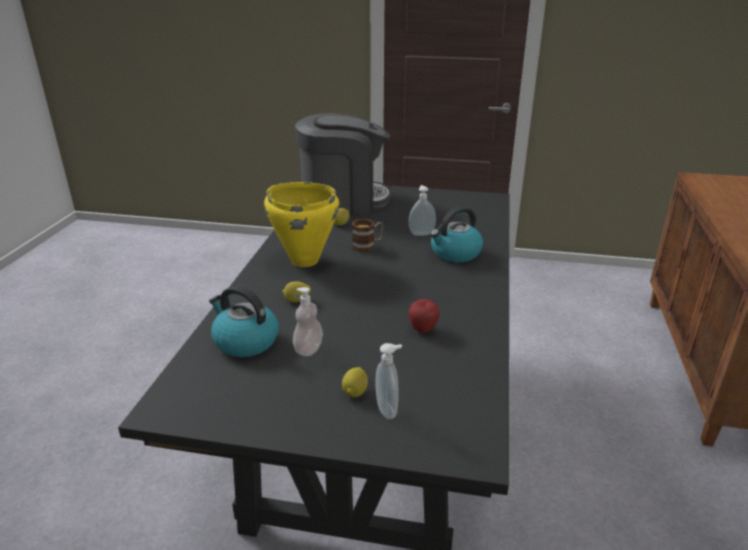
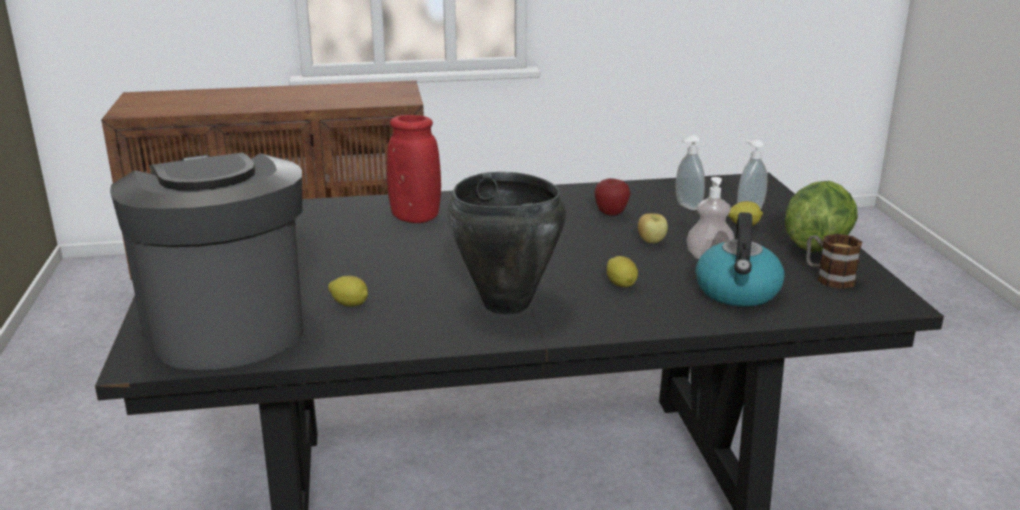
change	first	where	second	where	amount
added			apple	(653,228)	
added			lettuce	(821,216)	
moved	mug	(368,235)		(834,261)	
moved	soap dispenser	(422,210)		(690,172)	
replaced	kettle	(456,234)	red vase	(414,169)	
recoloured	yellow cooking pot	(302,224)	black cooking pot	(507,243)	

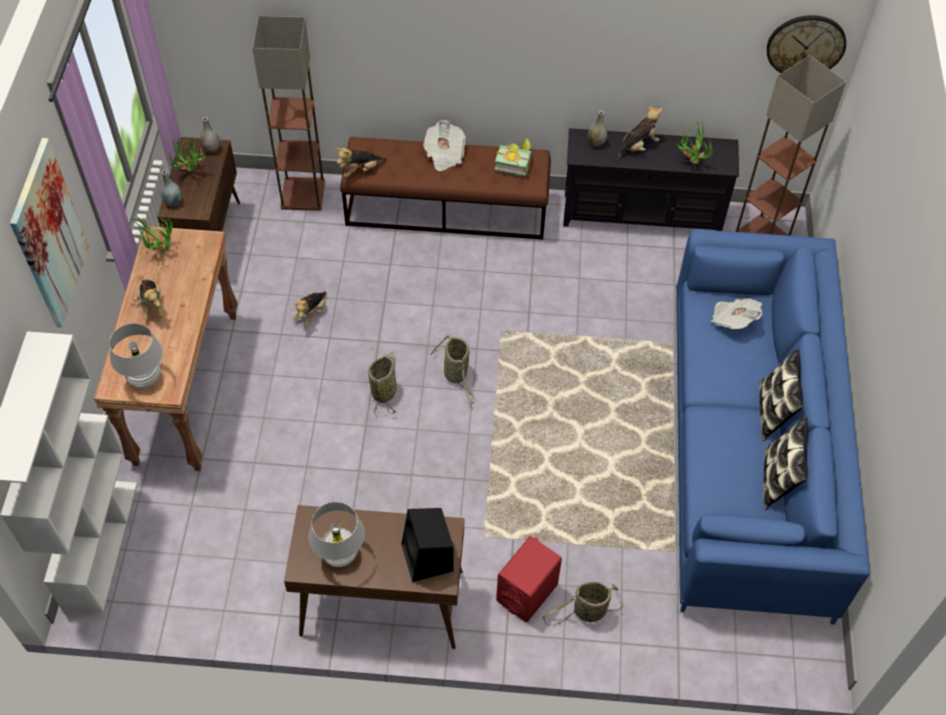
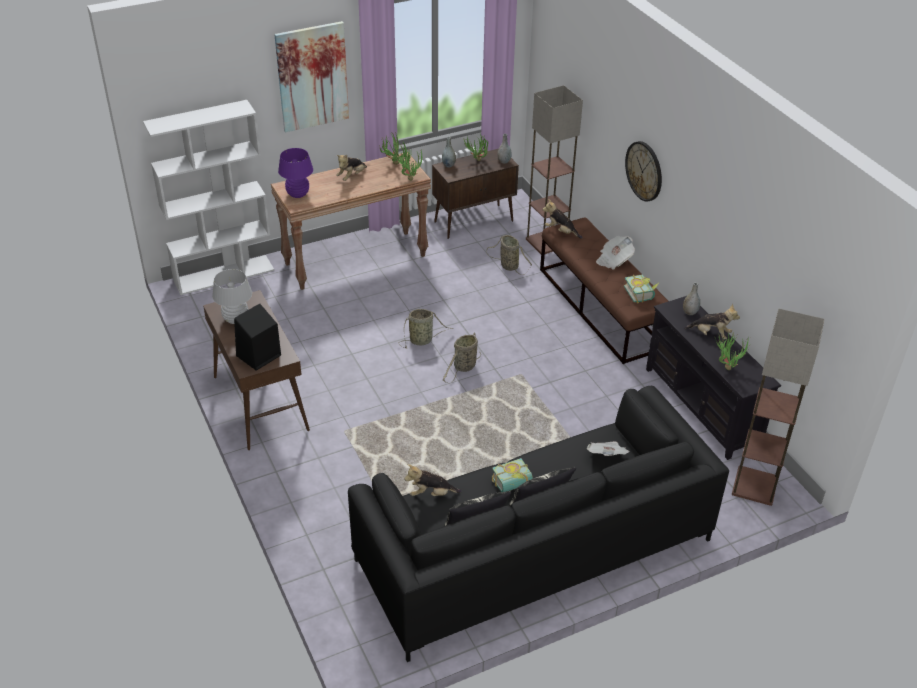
change	first	where	second	where	amount
removed	red speaker	(529,579)			
added			potted plant	(409,164)	
added			book	(512,475)	
moved	plush toy	(310,309)		(433,480)	
moved	basket	(582,603)		(509,255)	
moved	wall clock	(806,44)		(643,171)	
recoloured	white table lamp	(136,355)	purple table lamp	(295,173)	
recoloured	blue sofa	(773,426)	black sofa	(538,524)	

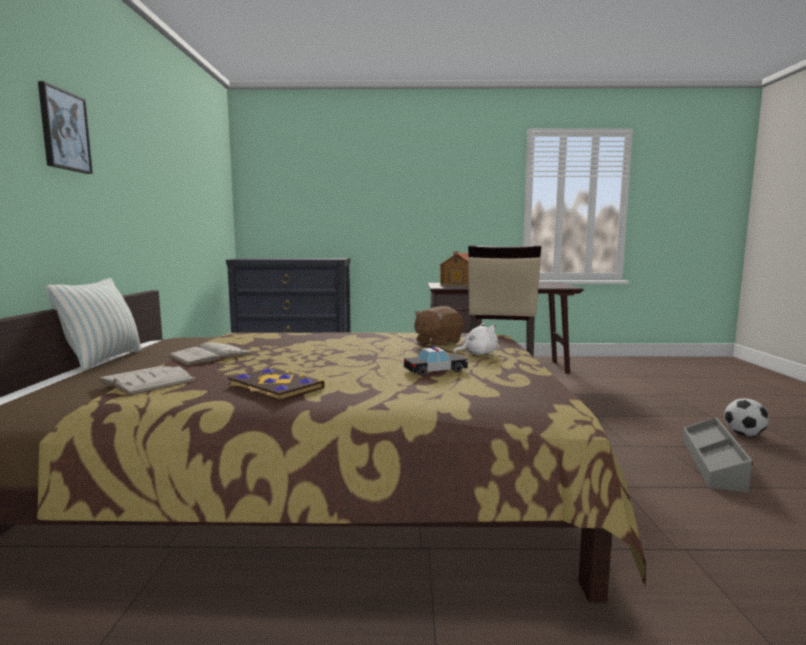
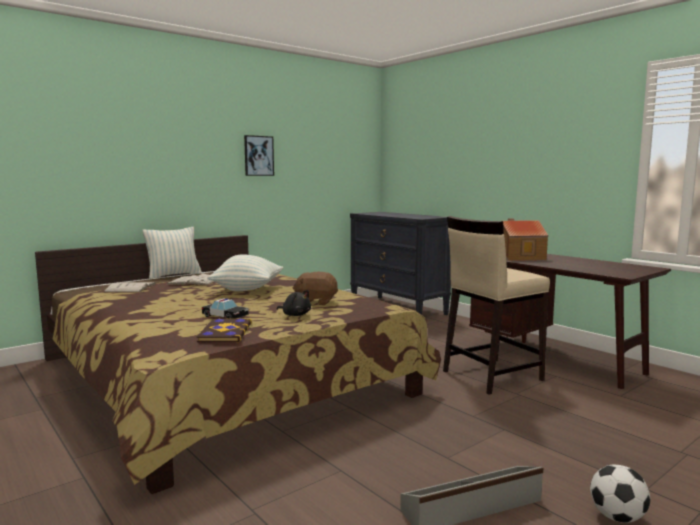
change	first	where	second	where	amount
added			pillow	(245,272)	
moved	picture	(65,127)		(259,155)	
moved	book	(276,384)		(224,330)	
recoloured	white plush toy	(475,339)	black plush toy	(294,303)	

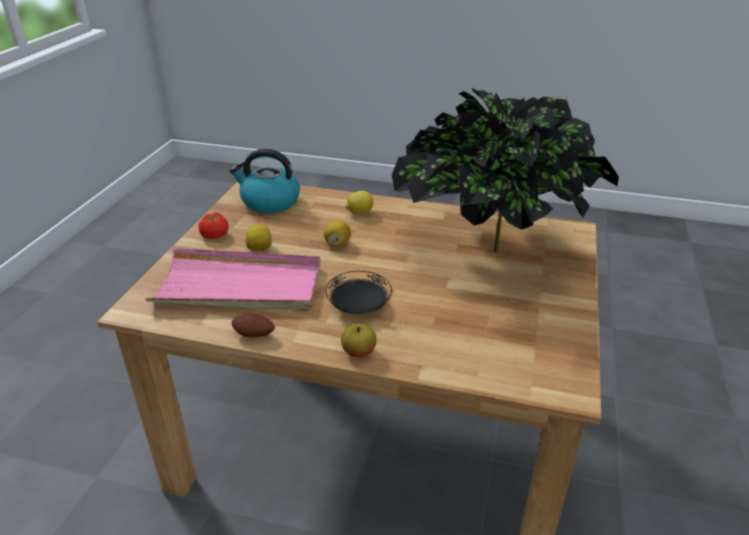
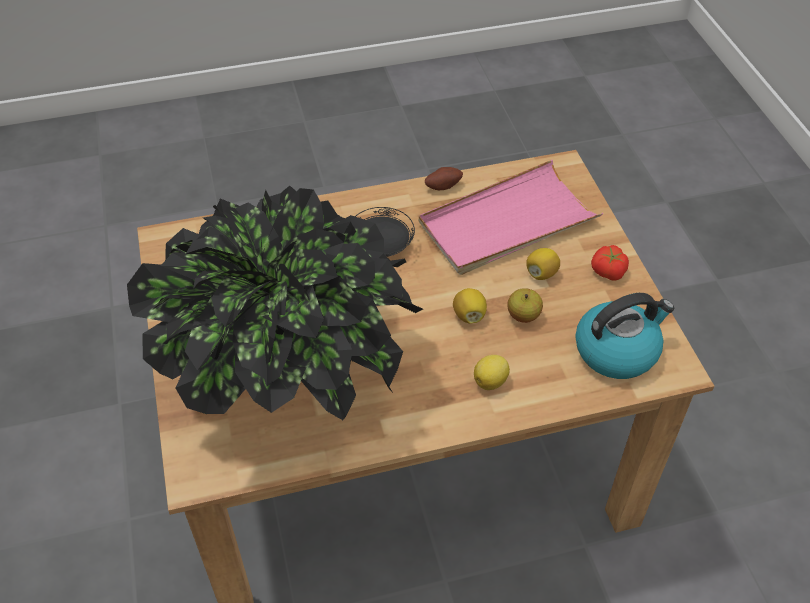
change	first	where	second	where	amount
moved	apple	(359,340)		(525,305)	

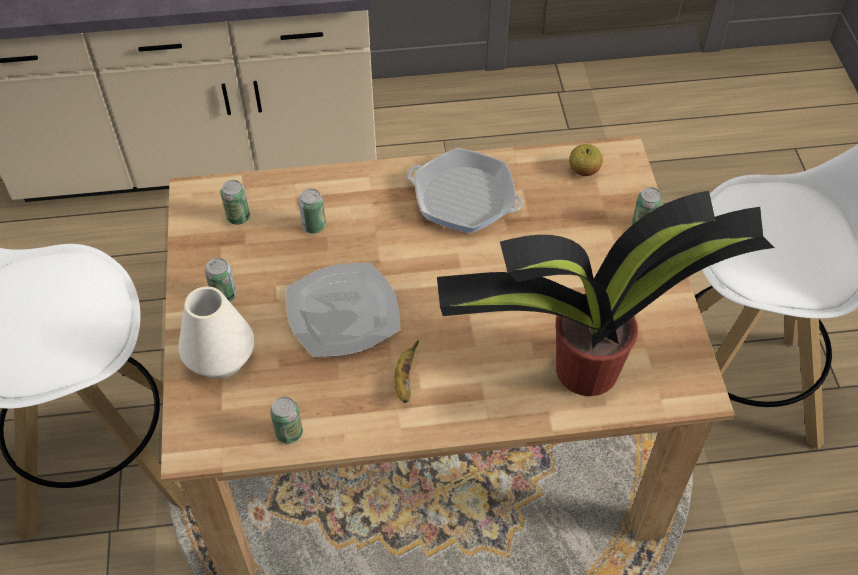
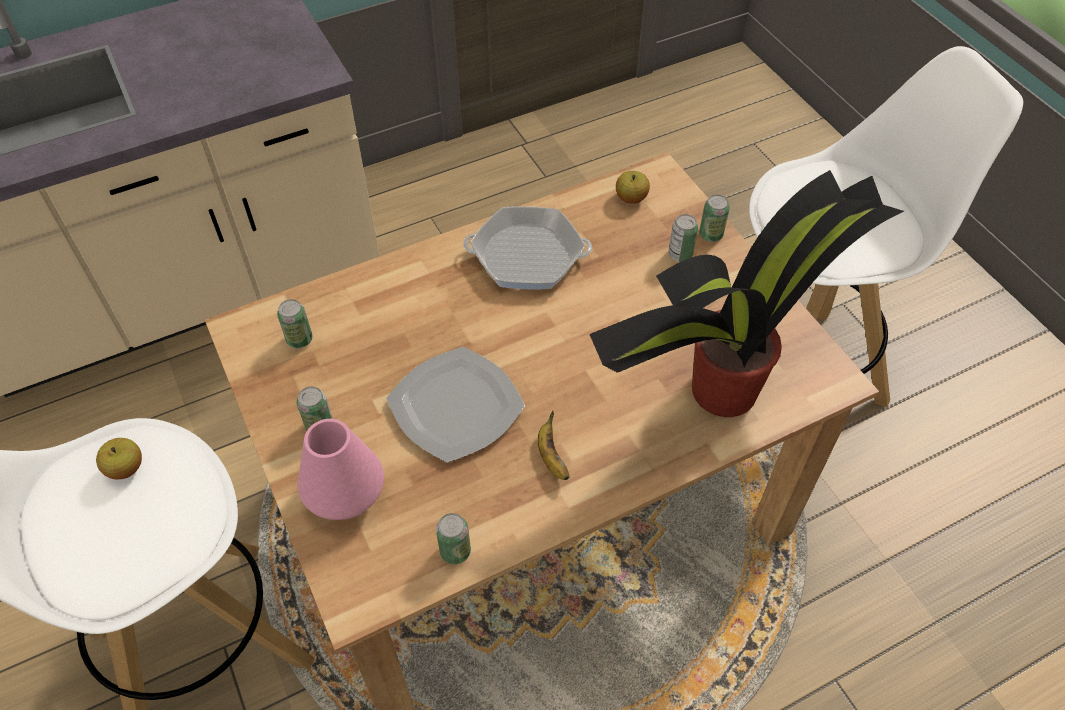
change	first	where	second	where	amount
added			apple	(119,458)	
moved	can	(312,211)		(683,238)	
recoloured	white vase	(216,332)	pink vase	(340,469)	

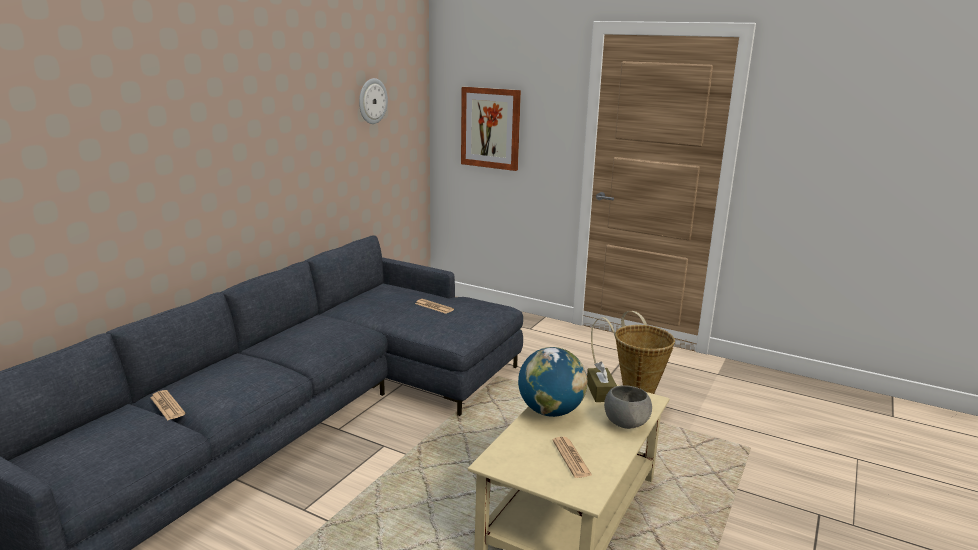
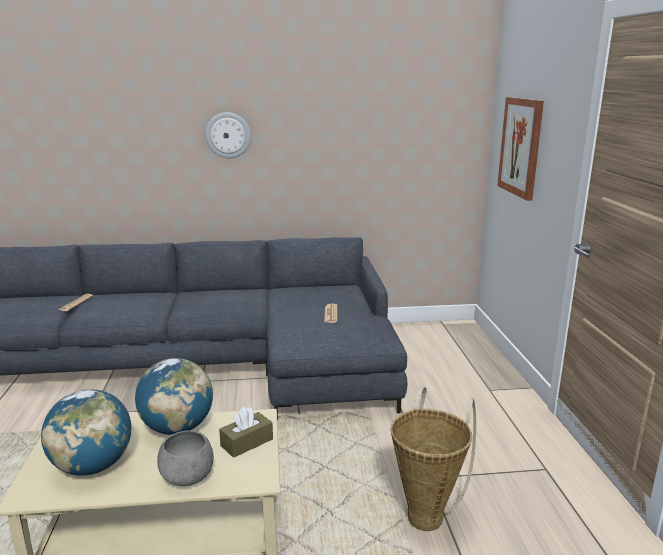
change	first	where	second	where	amount
moved	wall clock	(373,101)		(228,135)	
replaced	newspaper	(572,457)	globe	(86,432)	

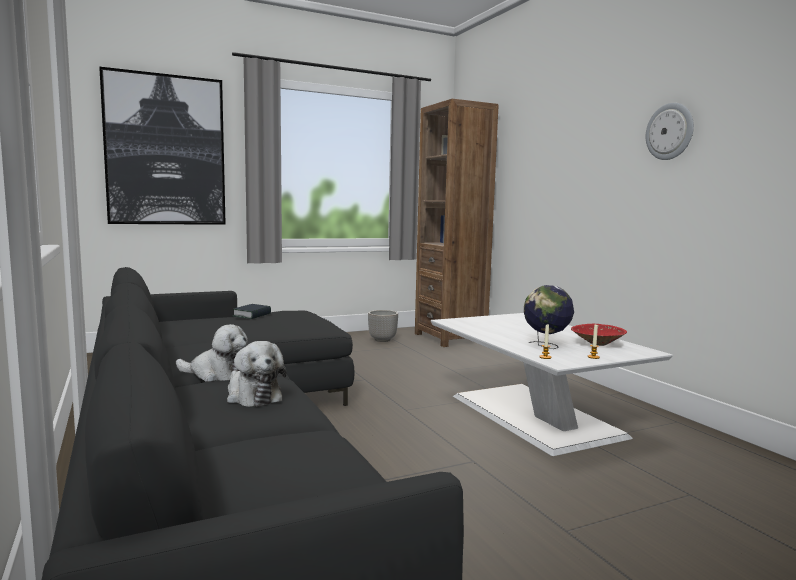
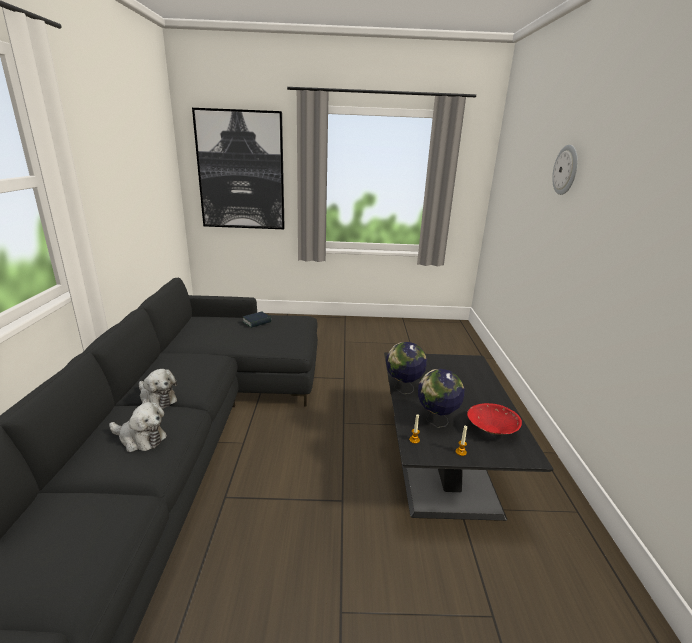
change	first	where	second	where	amount
removed	planter	(383,326)			
removed	brown bookcase	(457,223)			
added			globe	(406,368)	
moved	wall clock	(670,131)		(565,170)	
recoloured	white coffee table	(552,384)	black coffee table	(469,436)	
turned	plush toy	(256,374)		(138,427)	60 degrees counterclockwise

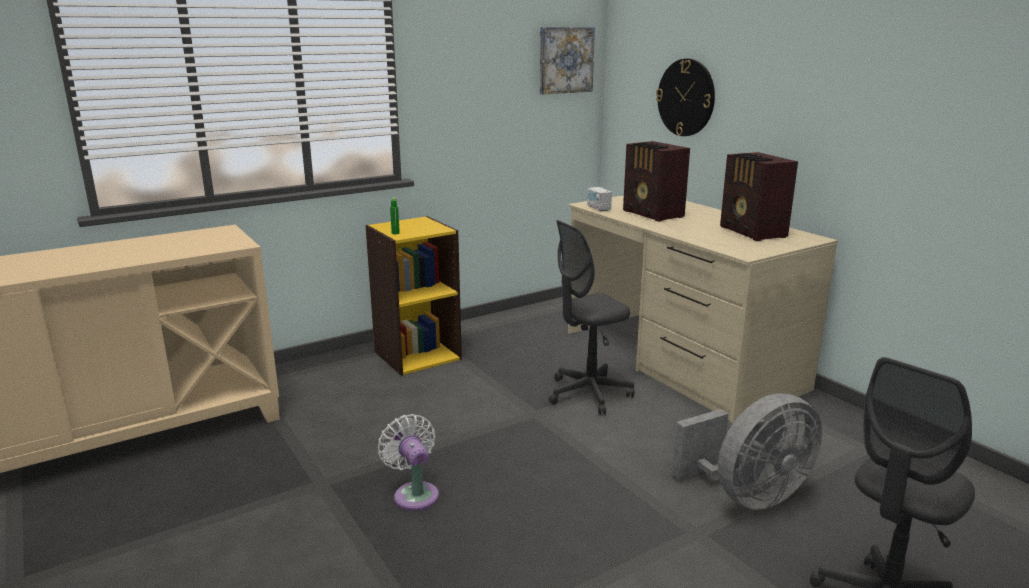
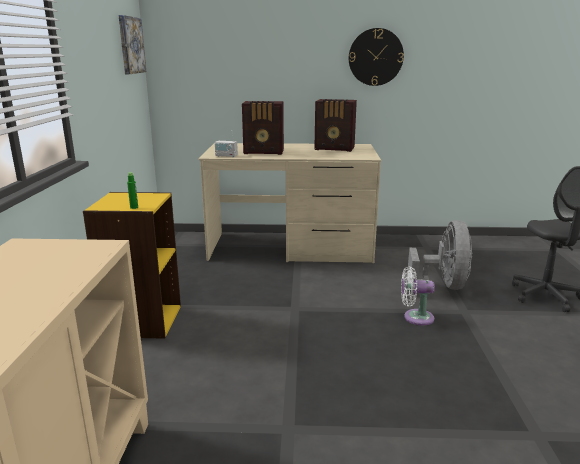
change	first	where	second	where	amount
removed	grey office chair	(592,317)			
moved	white fan	(408,462)		(418,296)	
moved	wall clock	(685,97)		(376,57)	

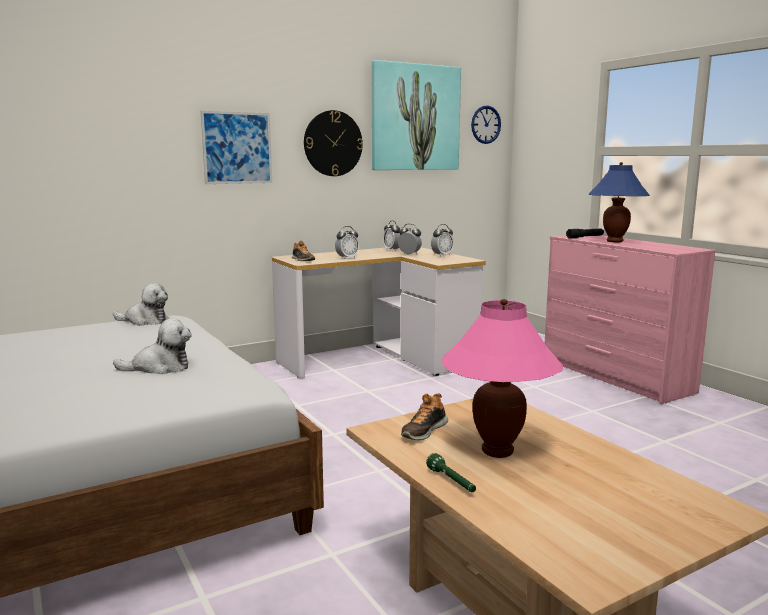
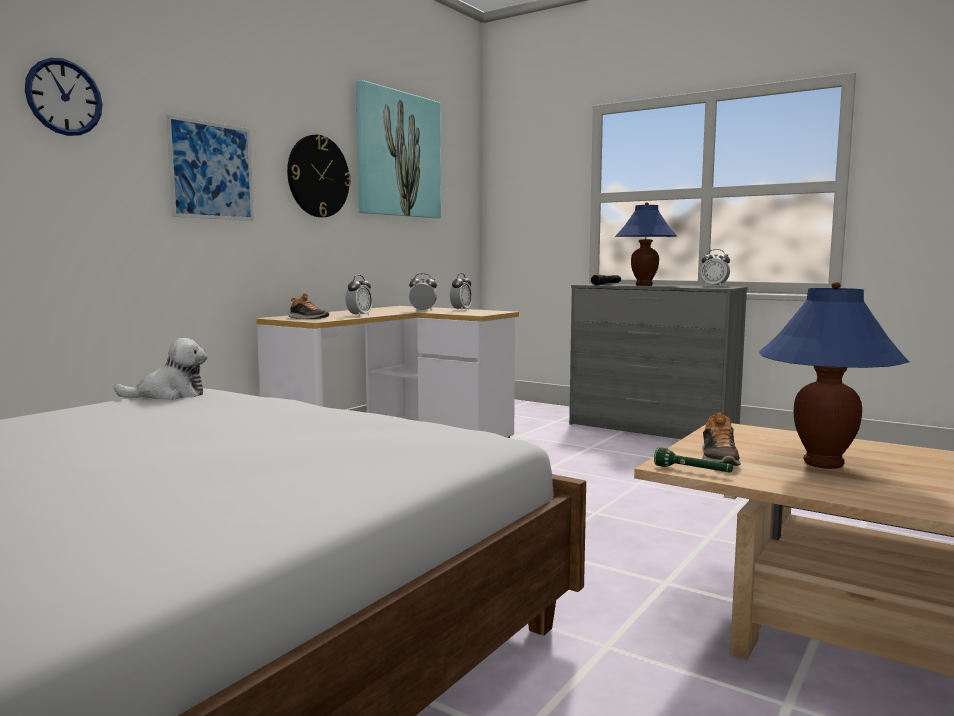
change	first	where	second	where	amount
removed	plush toy	(152,346)			
moved	alarm clock	(391,236)		(715,268)	
moved	green flashlight	(451,472)		(693,459)	
moved	wall clock	(486,124)		(63,97)	
recoloured	pink table lamp	(502,378)	blue table lamp	(834,375)	
recoloured	pink dresser	(630,319)	grey dresser	(658,361)	

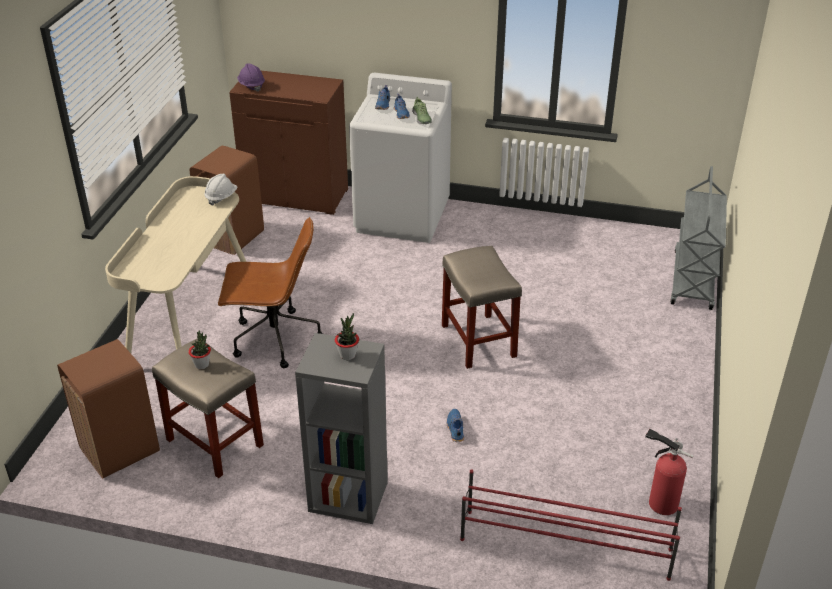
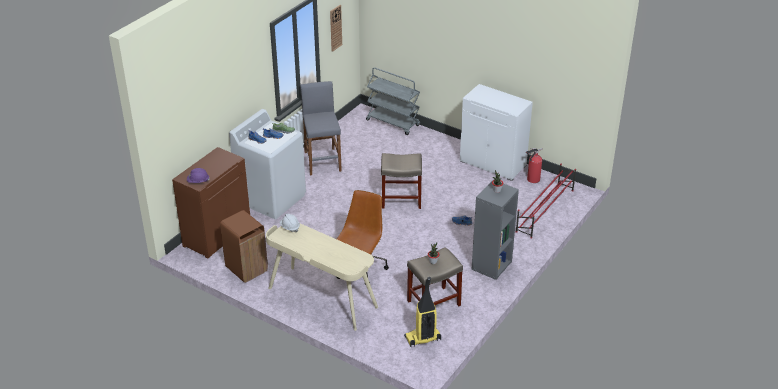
change	first	where	second	where	amount
added			grey stool	(321,128)	
added			wall clock	(336,28)	
added			white cabinet	(496,132)	
replaced	brown trash can	(108,408)	vacuum cleaner	(422,312)	

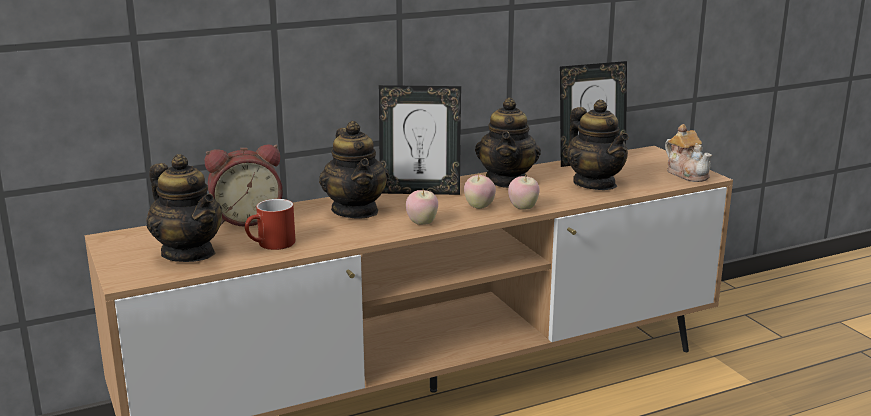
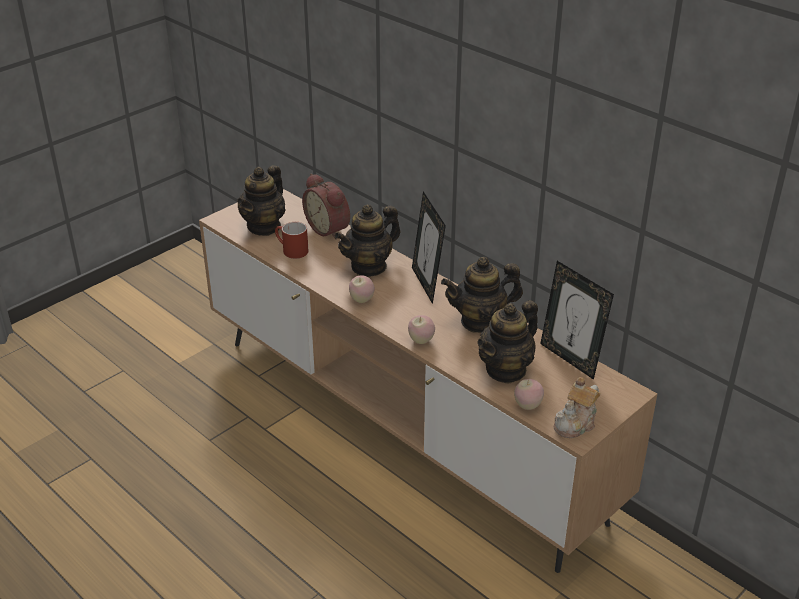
change	first	where	second	where	amount
moved	apple	(480,191)		(529,394)	

